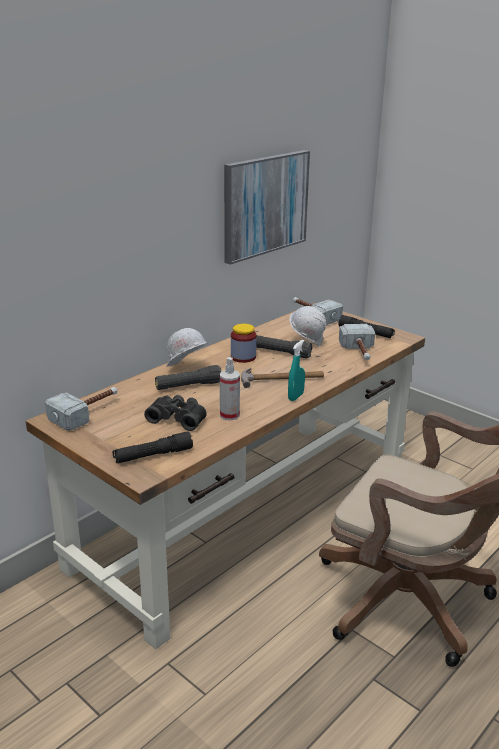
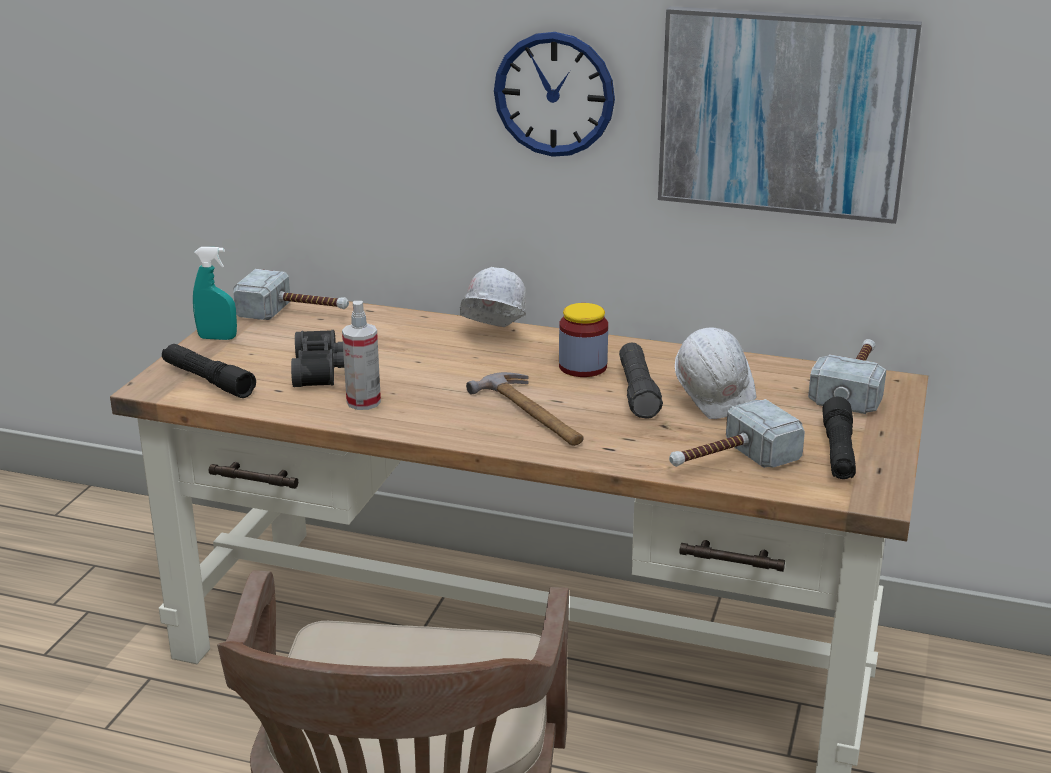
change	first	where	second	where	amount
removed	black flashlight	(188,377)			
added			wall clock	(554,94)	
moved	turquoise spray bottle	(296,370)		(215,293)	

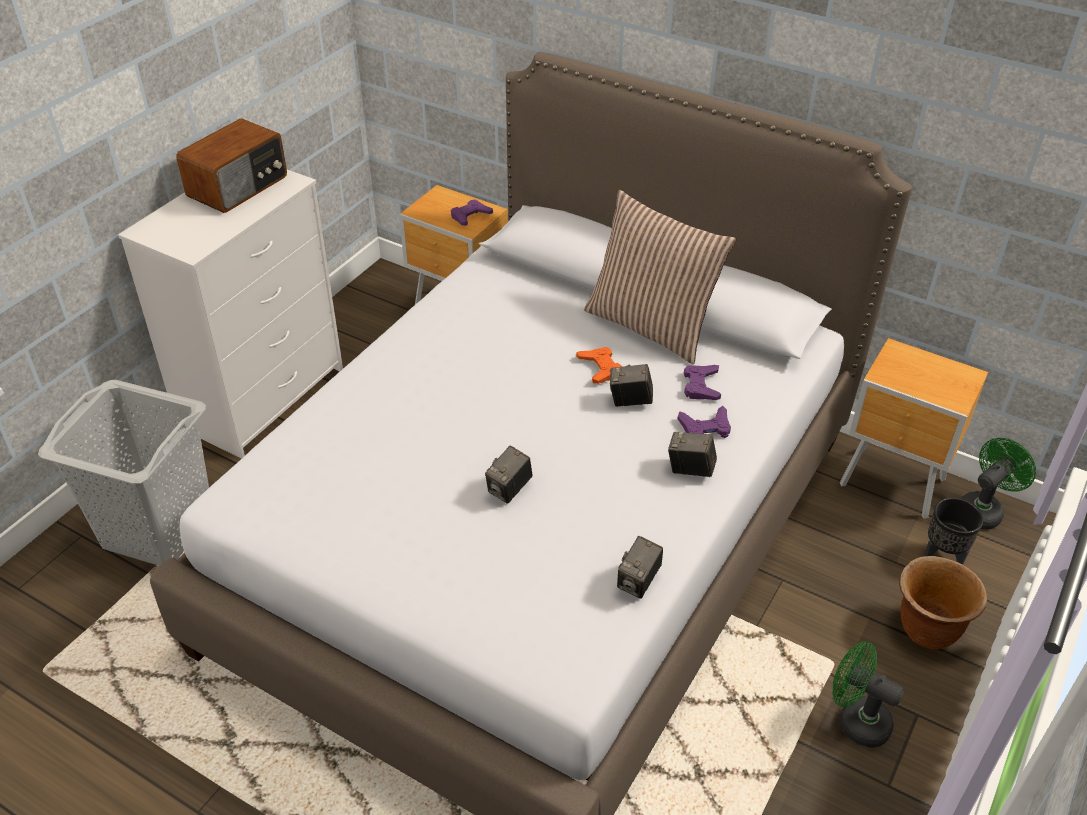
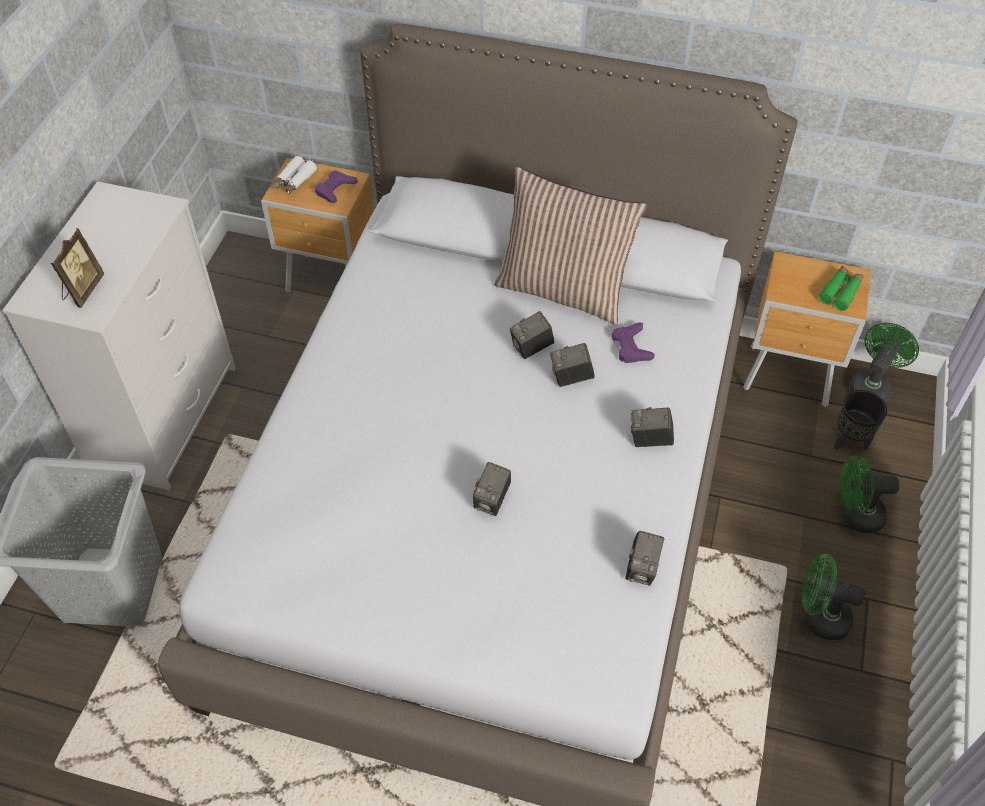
change	first	where	second	where	amount
removed	radio	(231,166)			
removed	purple game controller	(704,422)			
added			picture frame	(77,268)	
added			white binoculars	(294,174)	
added			green binoculars	(841,288)	
replaced	orange game controller	(599,365)	photo camera	(532,335)	
replaced	brown planter	(943,602)	green fan	(869,494)	

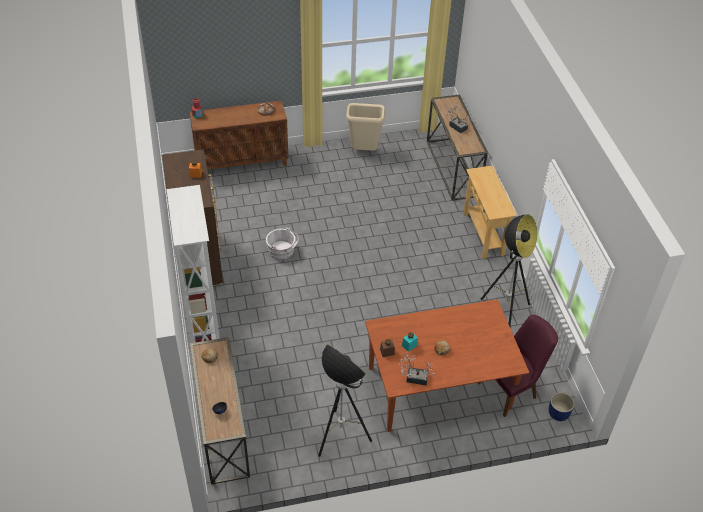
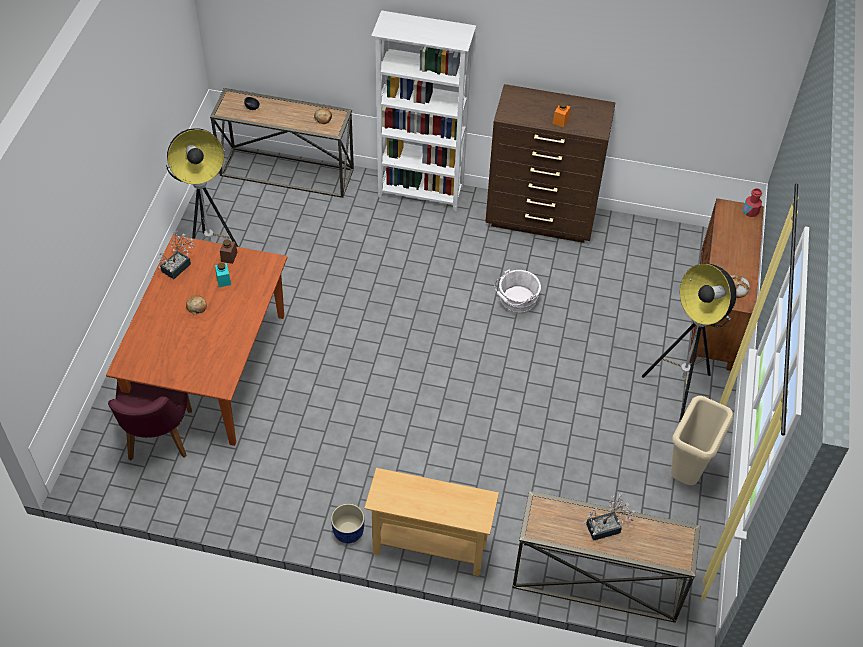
change	first	where	second	where	amount
moved	floor lamp	(509,270)		(689,343)	
moved	blue planter	(562,406)		(347,524)	

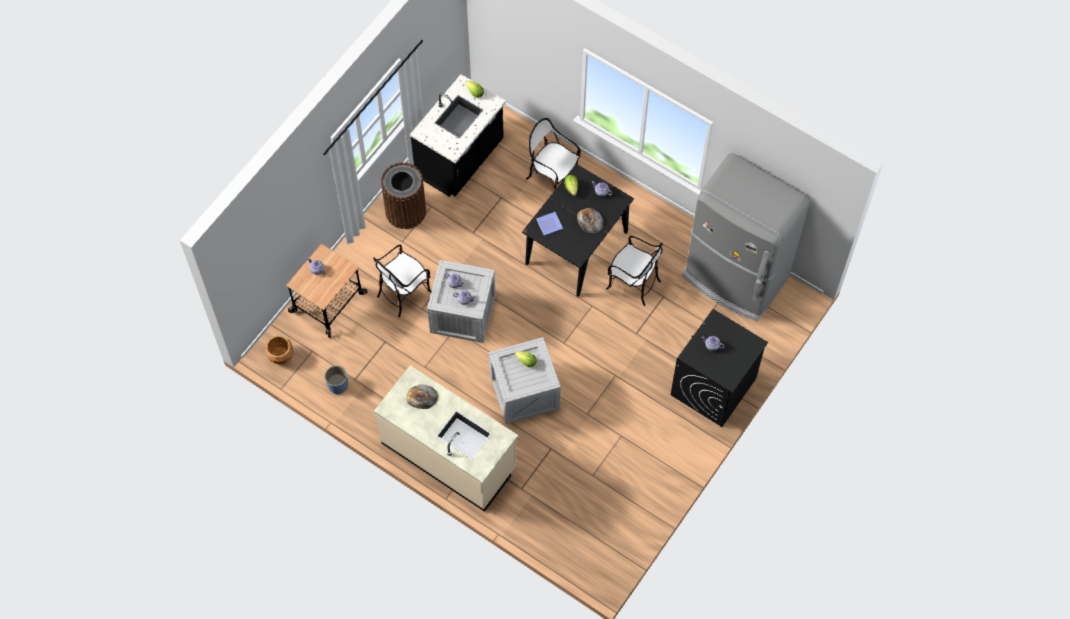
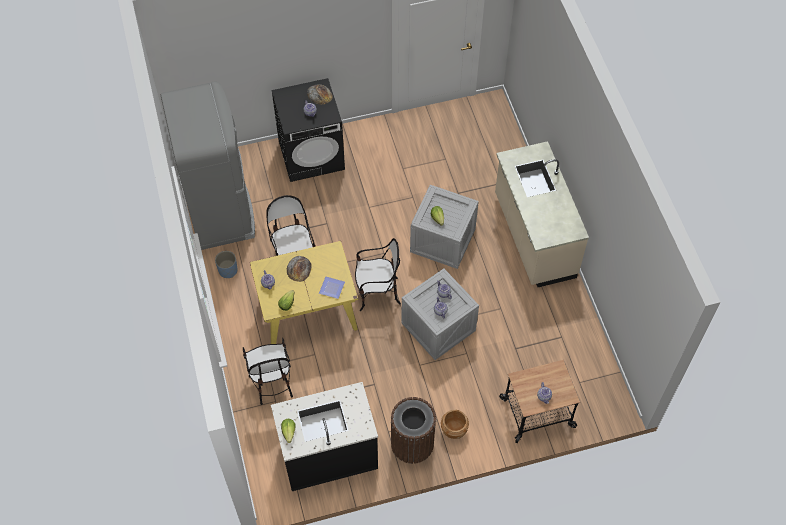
change	first	where	second	where	amount
moved	brown planter	(279,350)		(455,424)	
moved	blue planter	(336,379)		(226,264)	
moved	chair	(402,281)		(378,274)	
moved	bread	(422,397)		(320,94)	
recoloured	black dining table	(578,230)	yellow dining table	(304,292)	

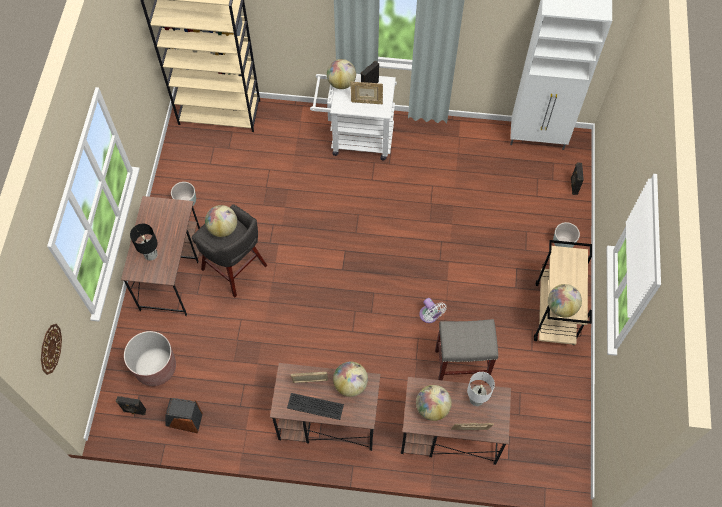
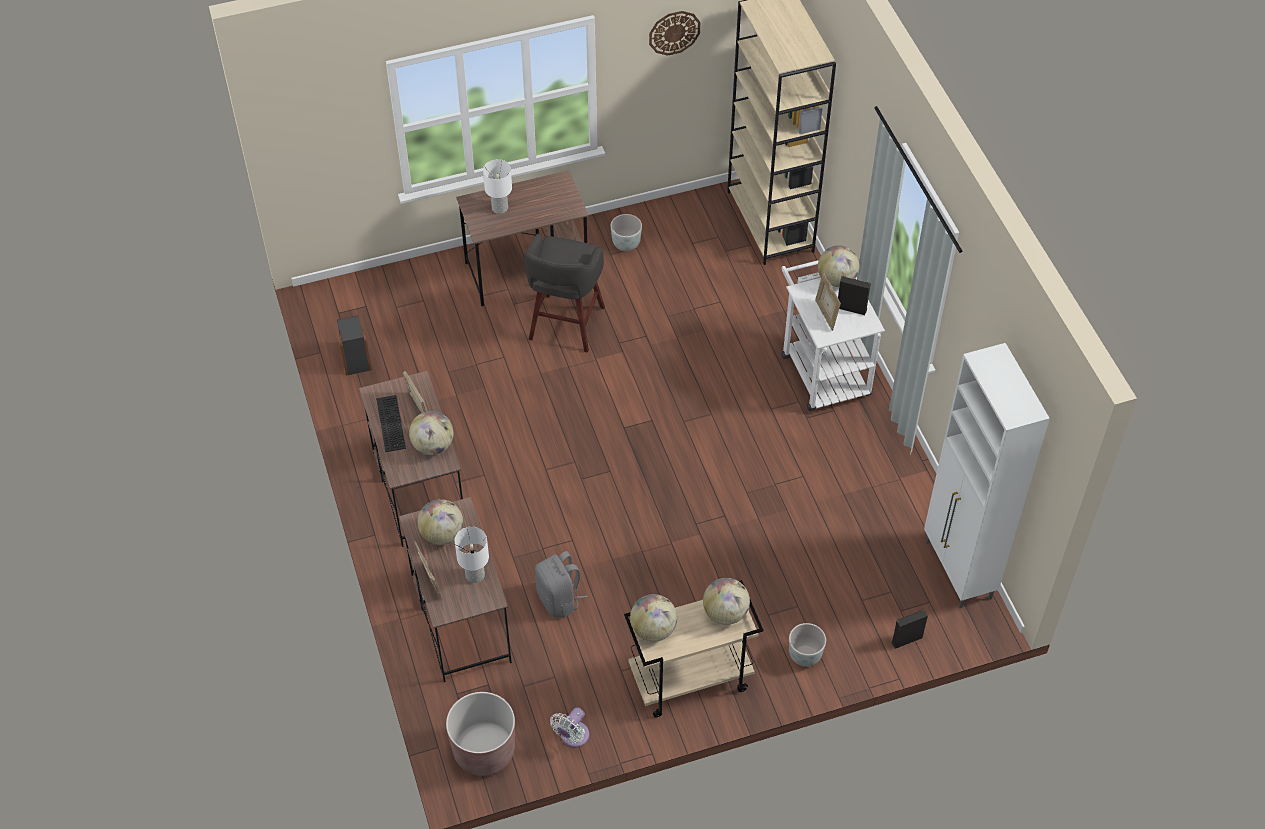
change	first	where	second	where	amount
removed	black speaker	(131,405)			
moved	wall clock	(51,349)		(675,33)	
moved	brown planter	(150,358)		(480,734)	
moved	globe	(221,221)		(726,601)	
moved	white fan	(433,310)		(569,727)	
replaced	grey stool	(466,351)	grey backpack	(561,584)	
recoloured	black table lamp	(144,242)	white table lamp	(497,186)	

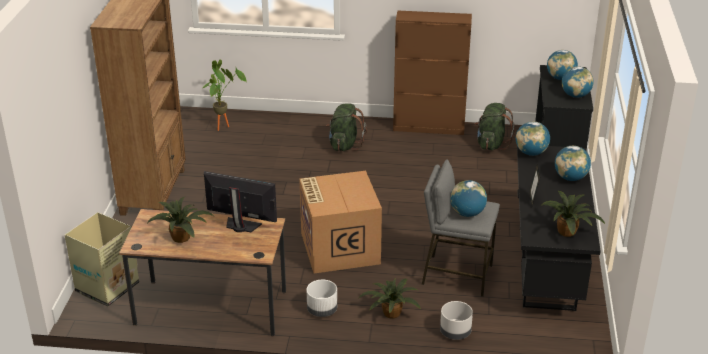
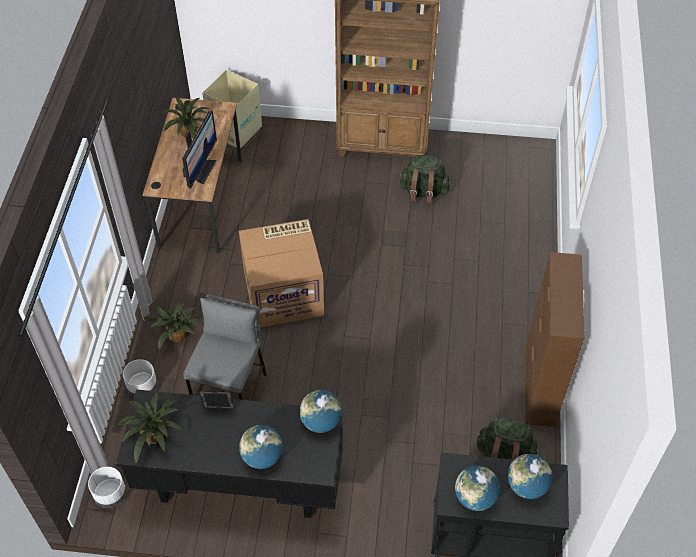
change	first	where	second	where	amount
removed	potted plant	(225,95)			
removed	globe	(469,198)			
moved	white planter	(321,298)		(107,487)	
moved	green backpack	(346,127)		(424,180)	

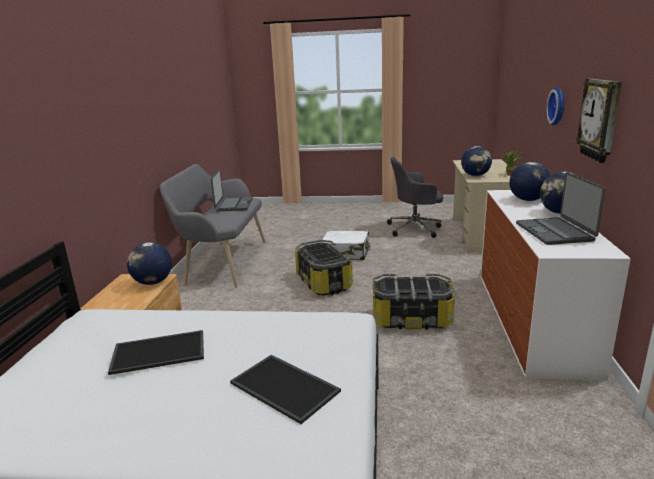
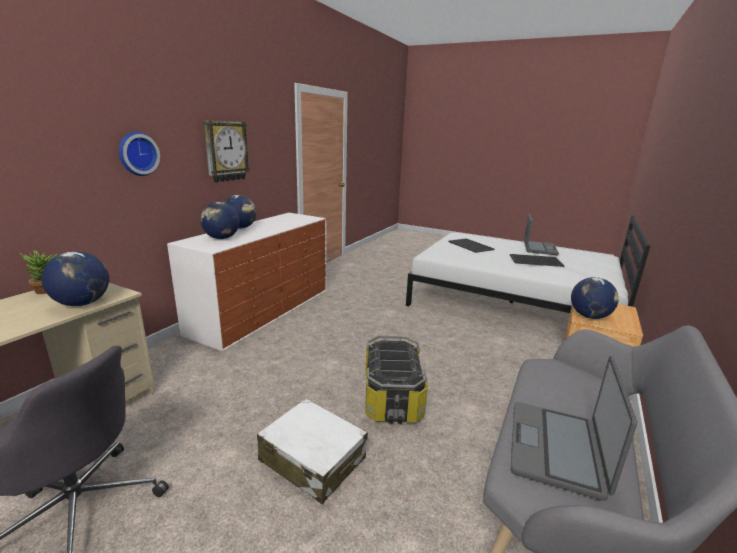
change	first	where	second	where	amount
removed	storage box	(414,302)			
moved	laptop	(561,208)		(541,234)	

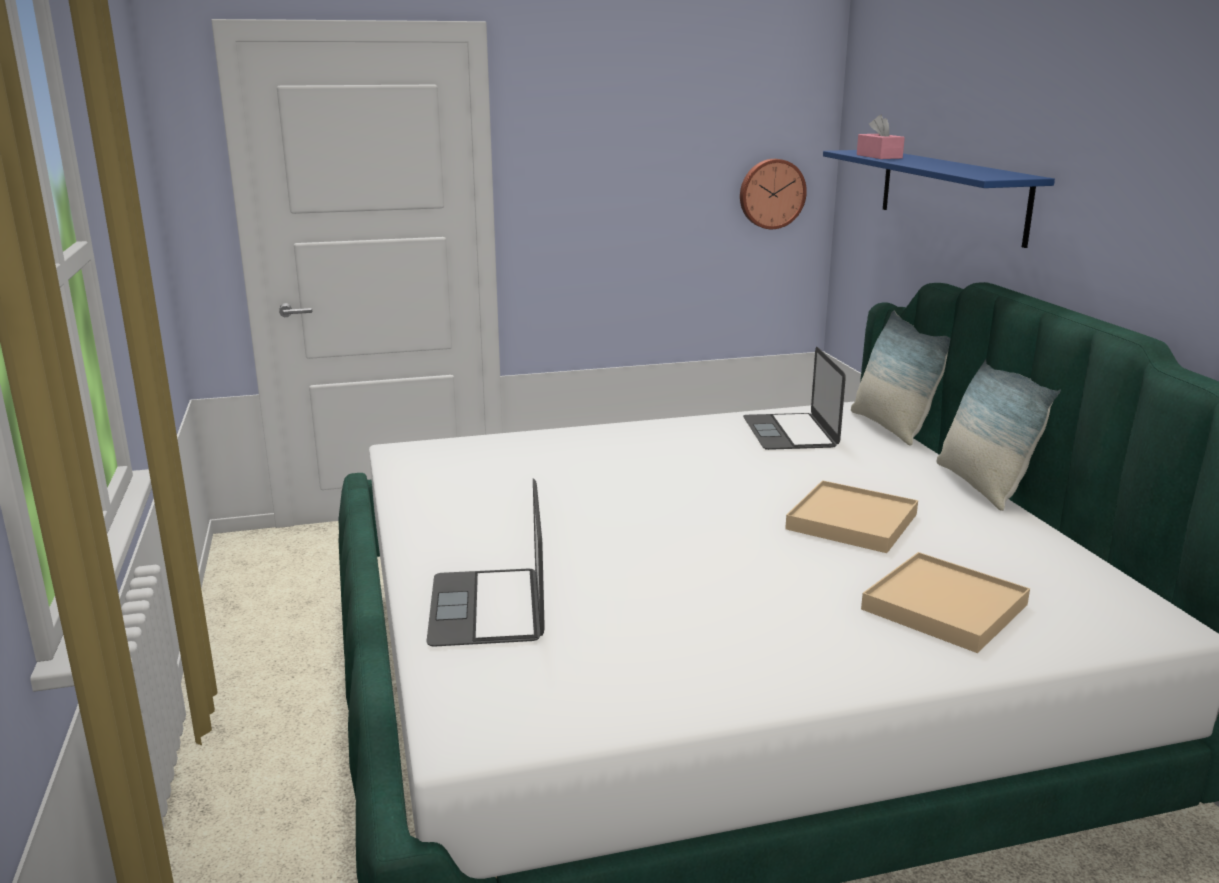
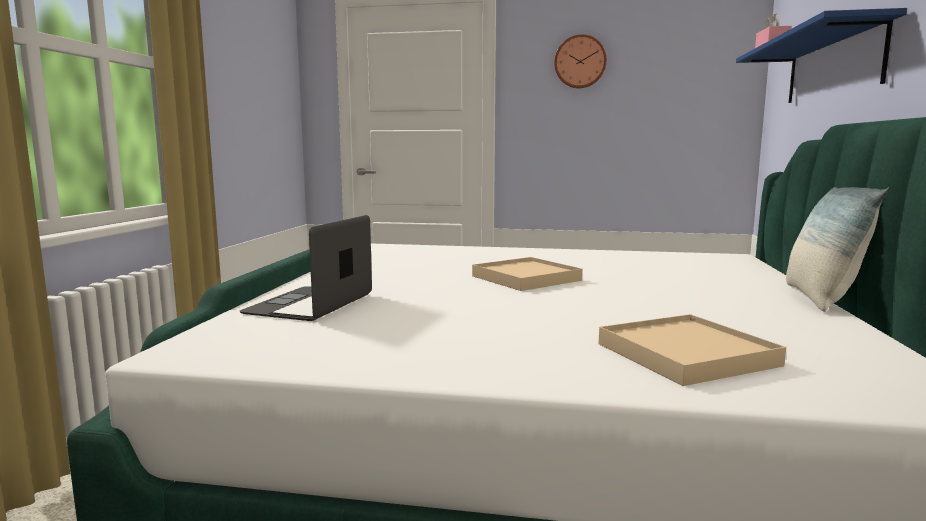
change	first	where	second	where	amount
removed	laptop	(794,398)			
removed	pillow	(901,378)			
moved	wall clock	(773,194)		(580,61)	
moved	beige tray	(851,516)		(527,274)	

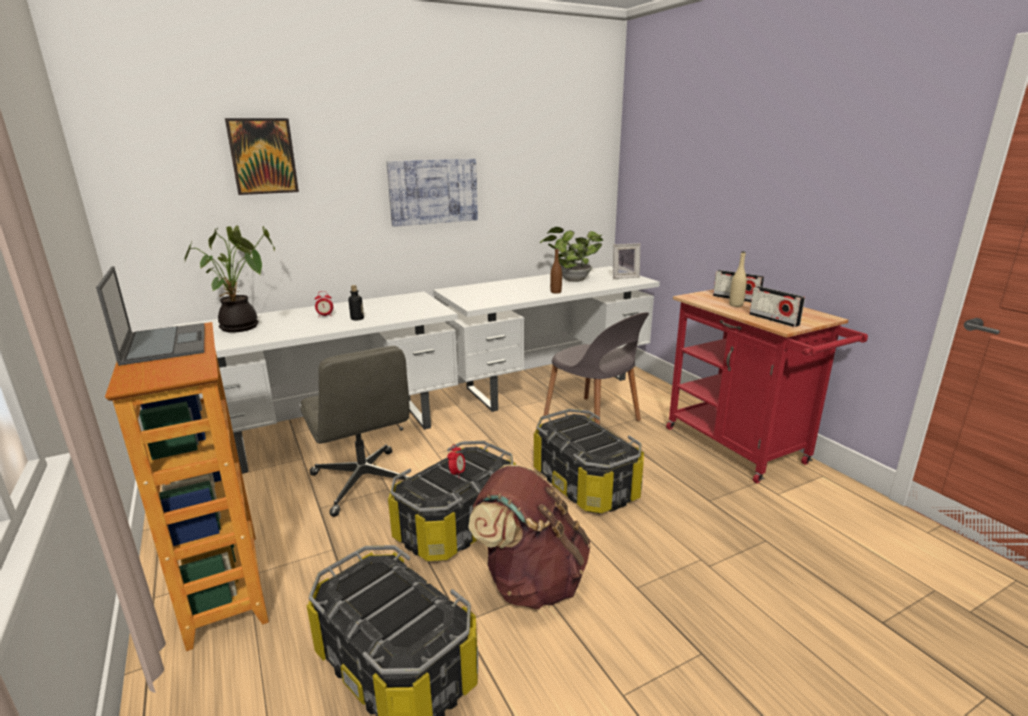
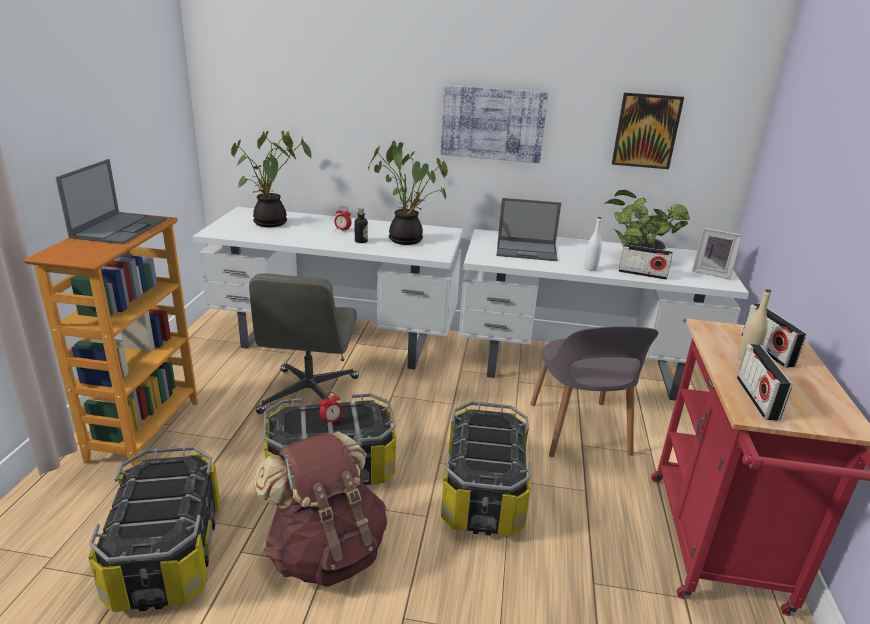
change	first	where	second	where	amount
added			potted plant	(408,193)	
added			laptop	(528,229)	
added			radio	(645,262)	
moved	picture	(262,156)		(648,131)	
recoloured	brown bottle	(556,271)	white bottle	(593,244)	

